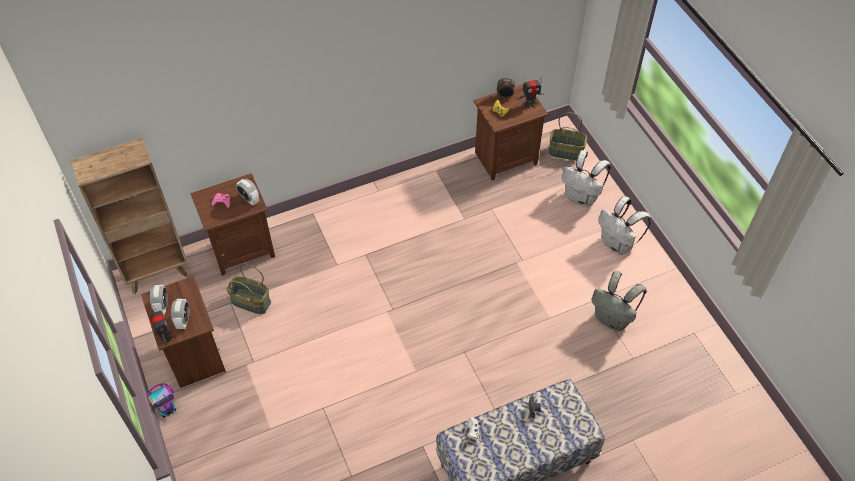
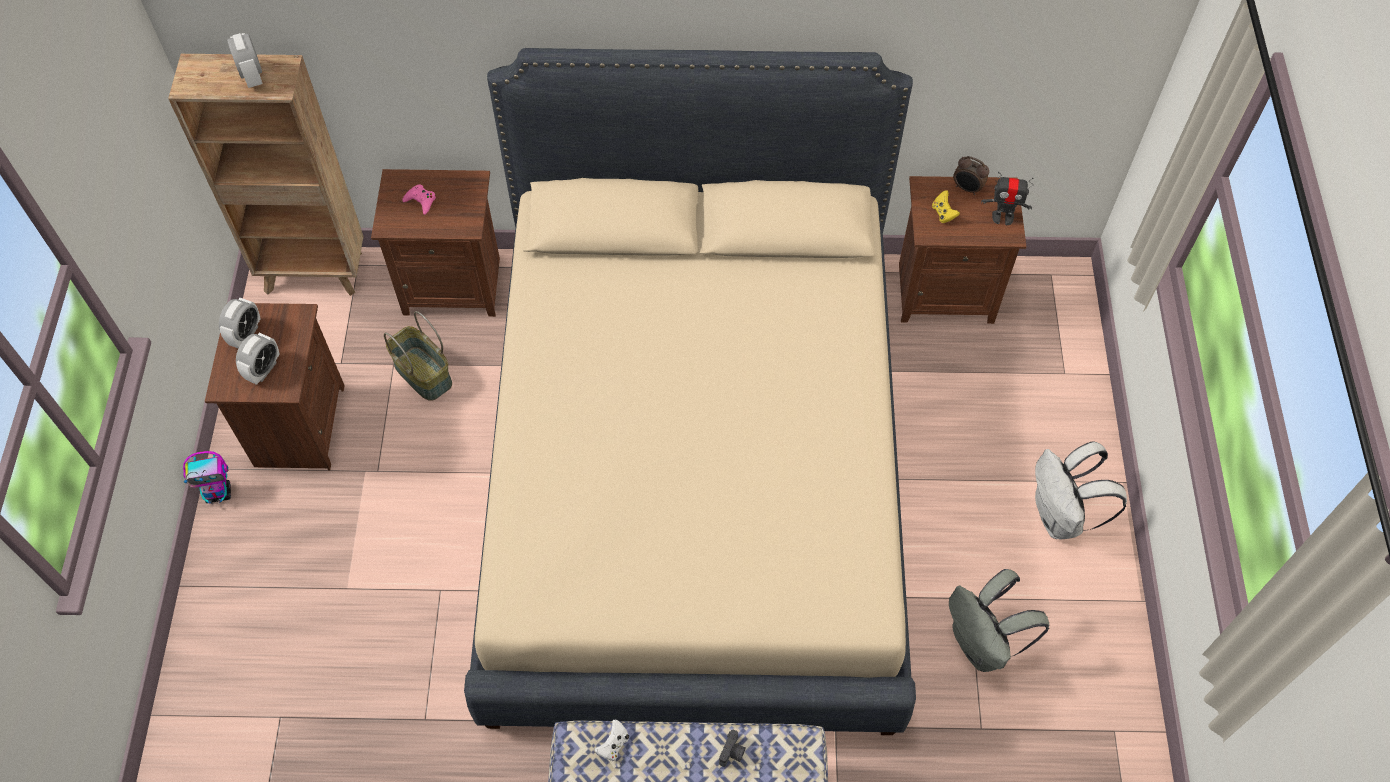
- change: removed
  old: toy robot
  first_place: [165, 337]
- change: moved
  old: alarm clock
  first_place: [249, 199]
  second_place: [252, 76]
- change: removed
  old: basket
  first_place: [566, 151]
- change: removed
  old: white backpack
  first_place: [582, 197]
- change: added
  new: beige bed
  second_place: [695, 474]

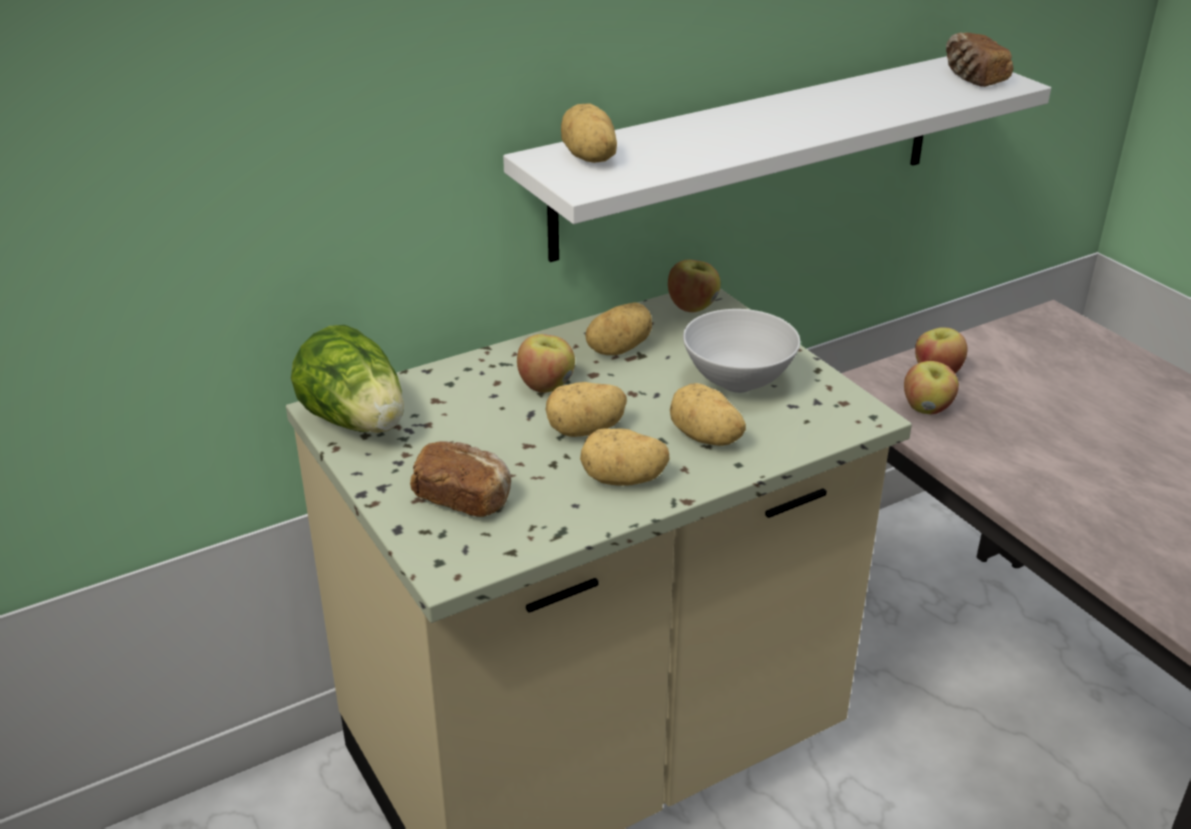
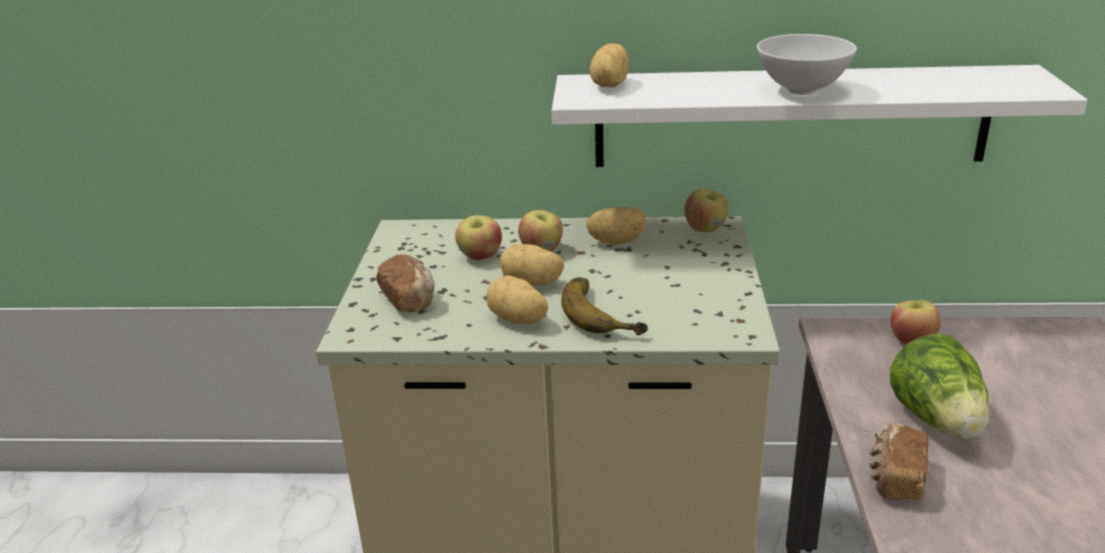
- change: moved
  old: lettuce
  first_place: [357, 422]
  second_place: [937, 420]
- change: replaced
  old: potato
  new: banana
  first_place: [705, 438]
  second_place: [605, 312]
- change: moved
  old: white bowl
  first_place: [737, 384]
  second_place: [801, 90]
- change: moved
  old: apple
  first_place: [927, 408]
  second_place: [480, 256]
- change: moved
  old: bread
  first_place: [972, 78]
  second_place: [894, 478]

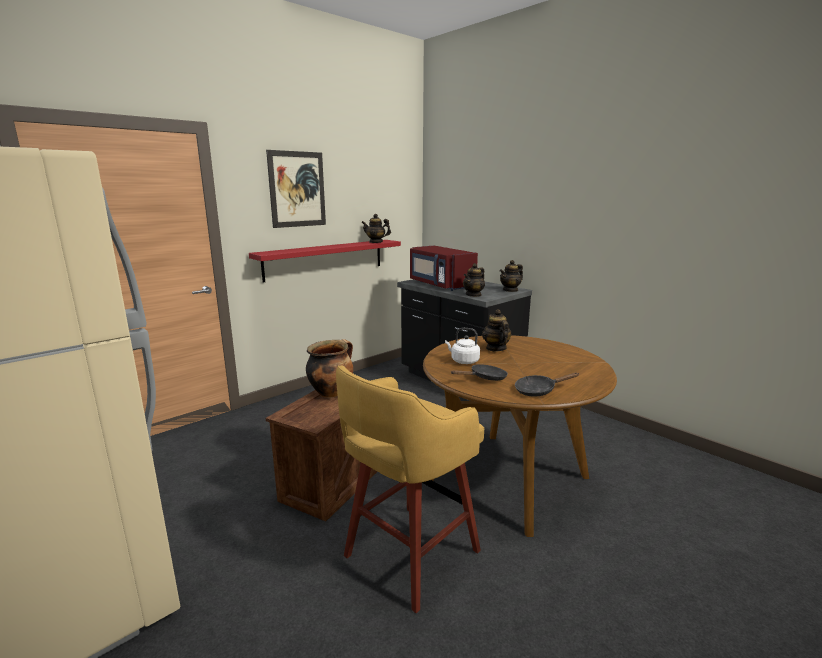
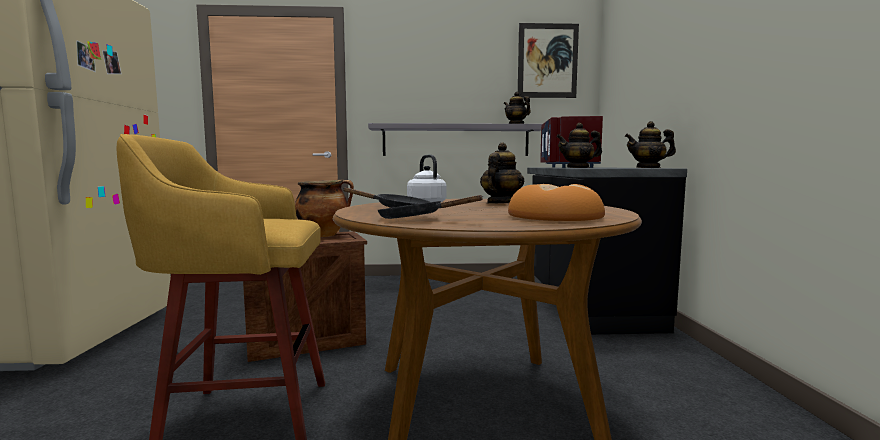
- change: recoloured
  old: red shelf
  new: grey shelf
  first_place: [325, 259]
  second_place: [456, 140]
- change: moved
  old: picture
  first_place: [297, 189]
  second_place: [547, 61]
- change: added
  new: bread
  second_place: [555, 217]

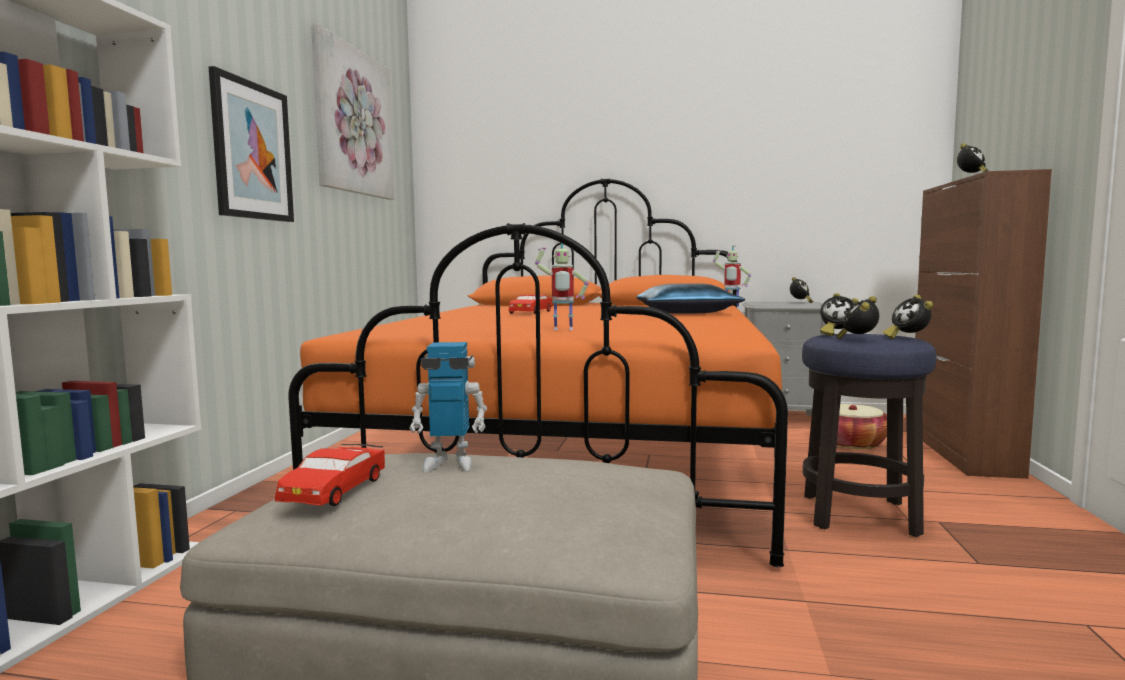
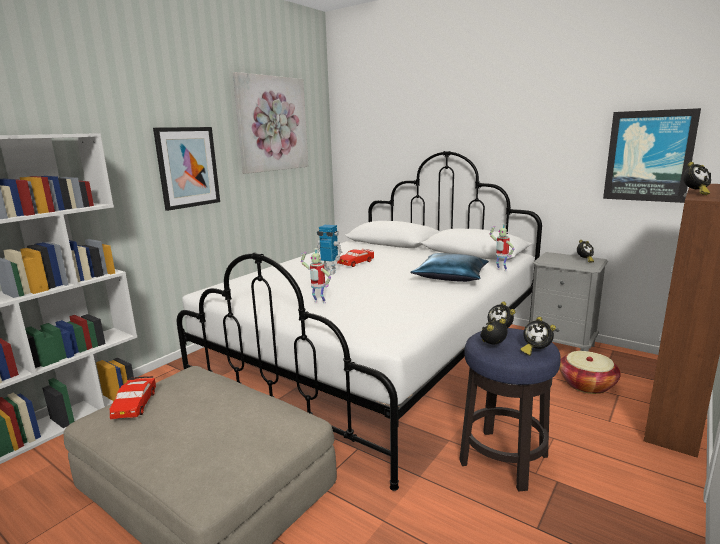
- change: turned
  old: red toy car
  first_place: [334, 489]
  second_place: [134, 404]
  degrees: -45
- change: recoloured
  old: orange bed
  new: white bed
  first_place: [579, 455]
  second_place: [379, 358]
- change: moved
  old: toy robot
  first_place: [450, 463]
  second_place: [329, 271]
- change: turned
  old: alarm clock
  first_place: [907, 338]
  second_place: [535, 351]
  degrees: -60
- change: added
  new: picture
  second_place: [649, 156]

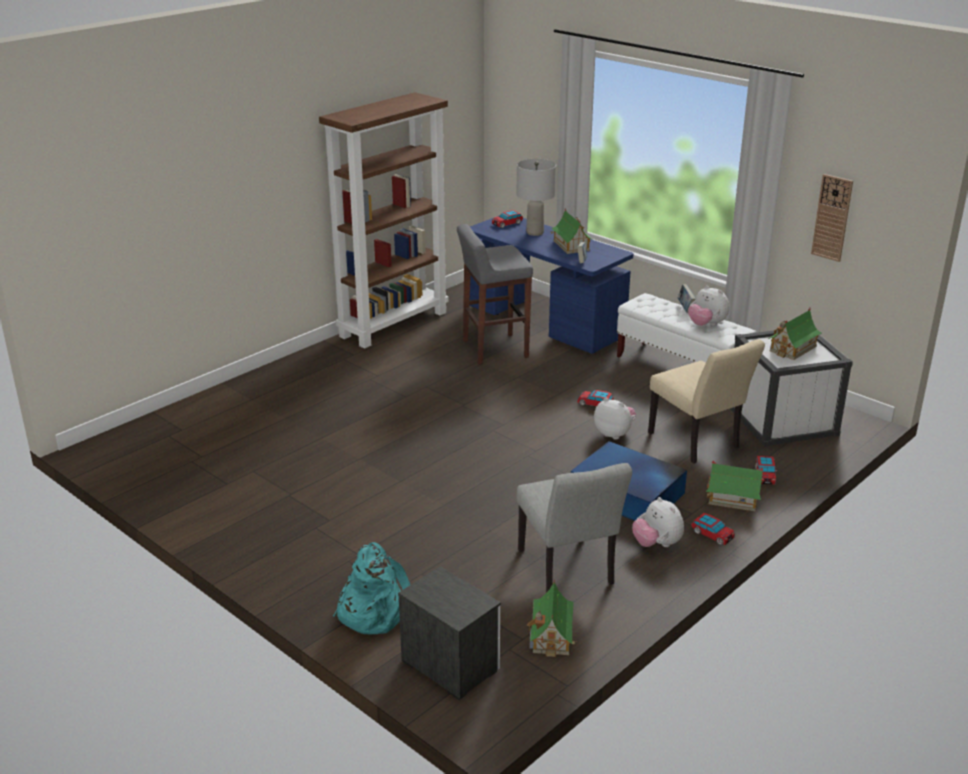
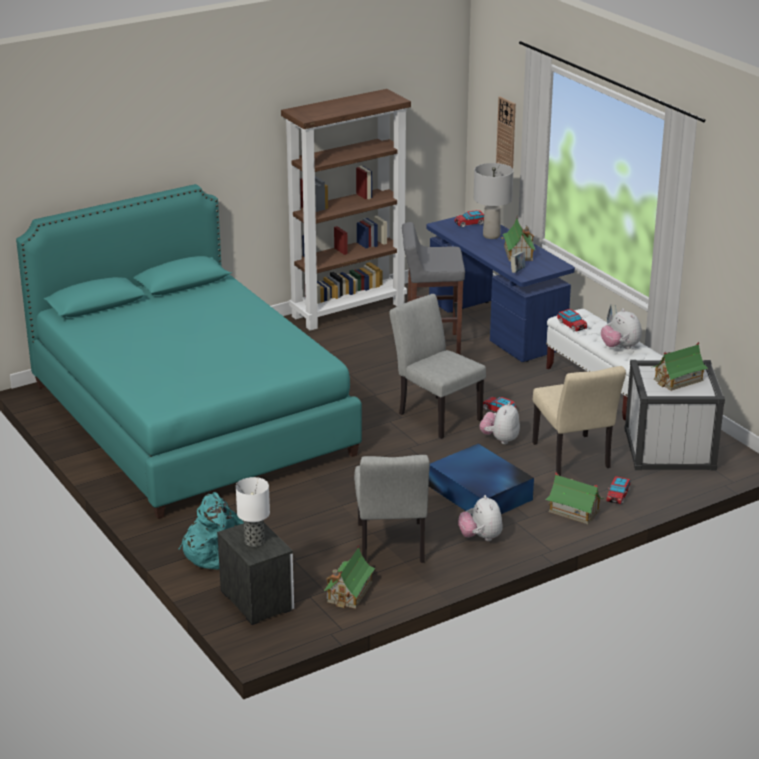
- change: turned
  old: plush toy
  first_place: [614, 434]
  second_place: [500, 439]
  degrees: -120
- change: moved
  old: toy car
  first_place: [712, 534]
  second_place: [571, 325]
- change: moved
  old: wall clock
  first_place: [832, 217]
  second_place: [506, 133]
- change: added
  new: turquoise bed
  second_place: [190, 419]
- change: added
  new: table lamp
  second_place: [254, 541]
- change: added
  new: grey chair
  second_place: [435, 414]

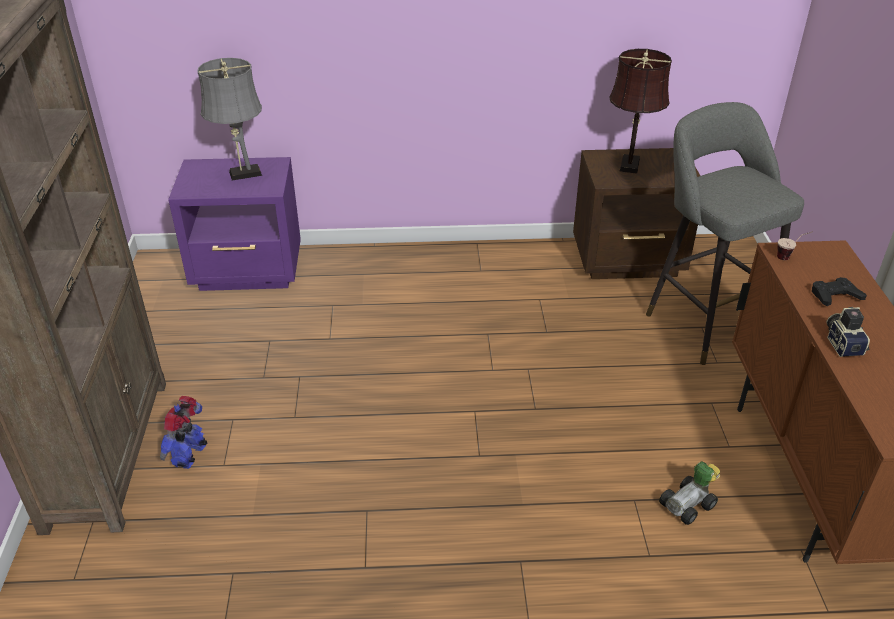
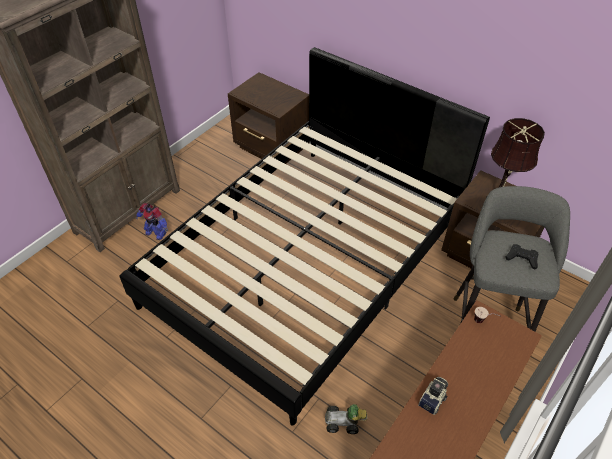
- change: turned
  old: toy robot
  first_place: [191, 455]
  second_place: [156, 233]
  degrees: -120
- change: recoloured
  old: purple nightstand
  new: brown nightstand
  first_place: [249, 271]
  second_place: [271, 149]
- change: removed
  old: grey table lamp
  first_place: [242, 174]
- change: moved
  old: black game controller
  first_place: [835, 296]
  second_place: [522, 258]
- change: added
  new: black bed
  second_place: [306, 262]

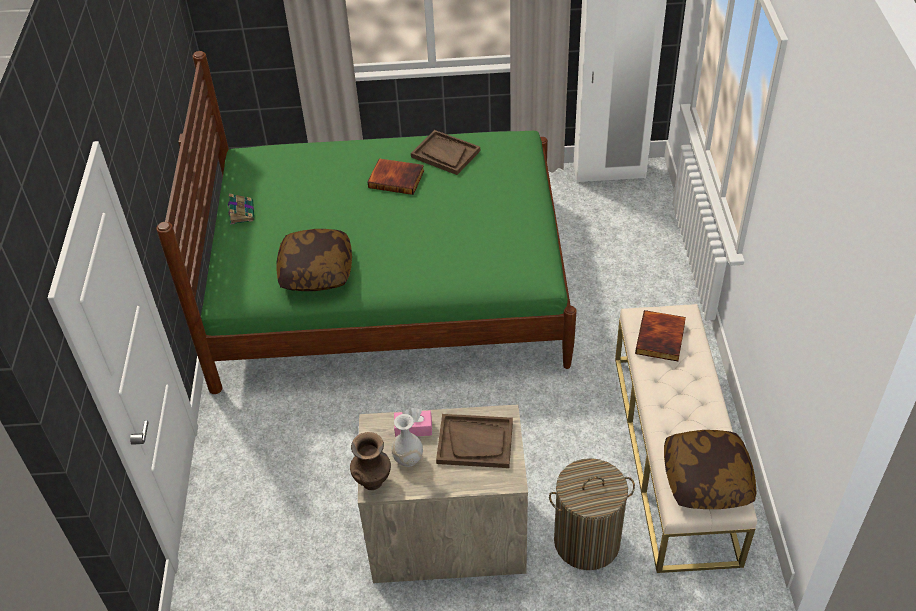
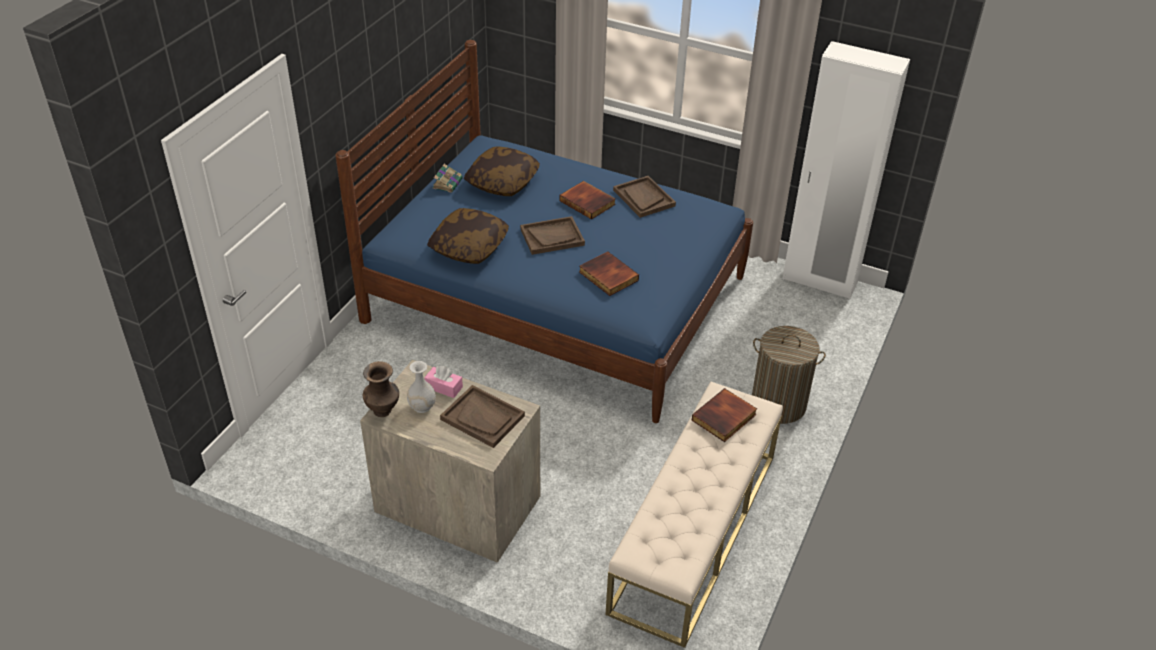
- change: recoloured
  old: green bed
  new: blue bed
  first_place: [390, 286]
  second_place: [557, 299]
- change: moved
  old: laundry basket
  first_place: [586, 541]
  second_place: [778, 404]
- change: moved
  old: pillow
  first_place: [706, 479]
  second_place: [502, 182]
- change: added
  new: brown tray
  second_place: [552, 237]
- change: added
  new: book
  second_place: [607, 276]

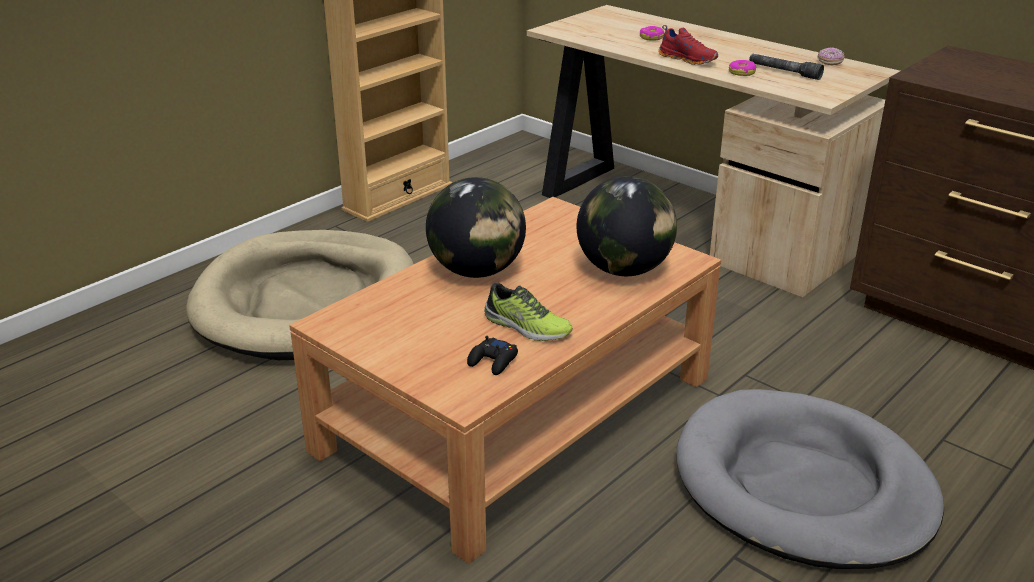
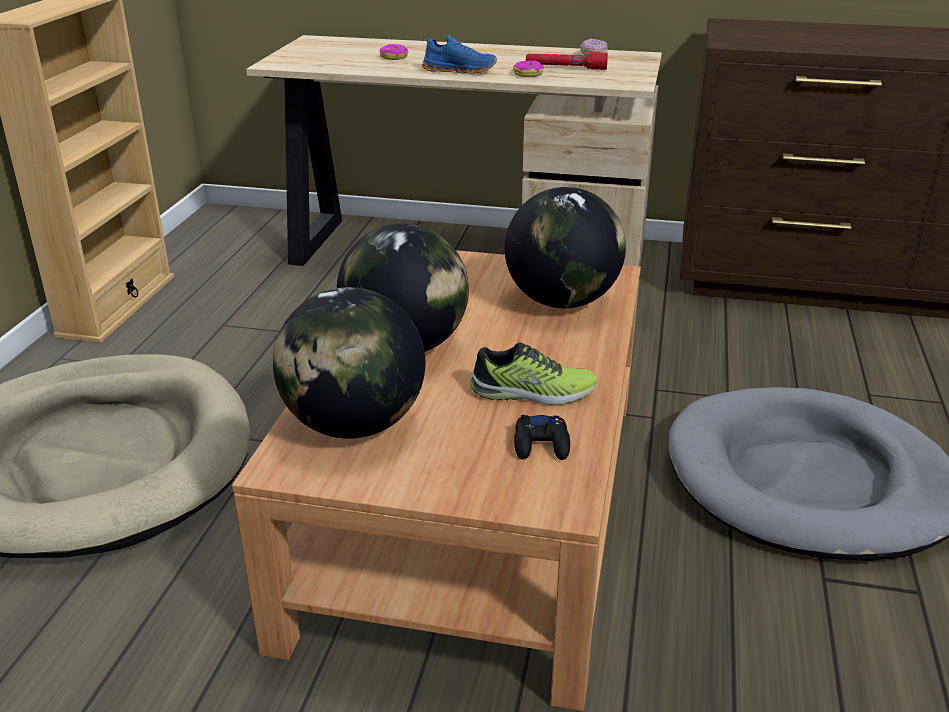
- change: recoloured
  old: red shoe
  new: blue shoe
  first_place: [688, 59]
  second_place: [459, 70]
- change: recoloured
  old: grey flashlight
  new: red flashlight
  first_place: [784, 72]
  second_place: [566, 68]
- change: added
  new: globe
  second_place: [354, 425]

